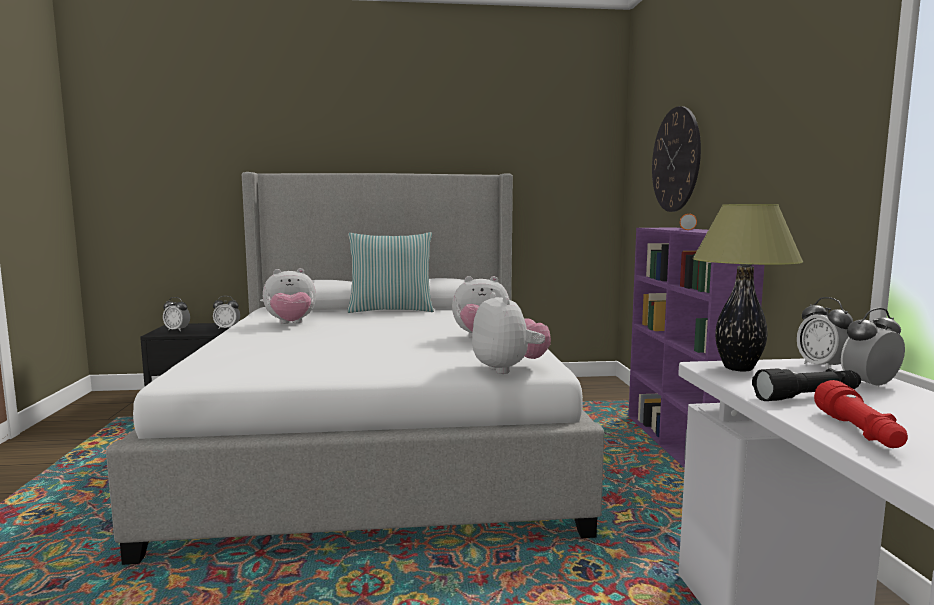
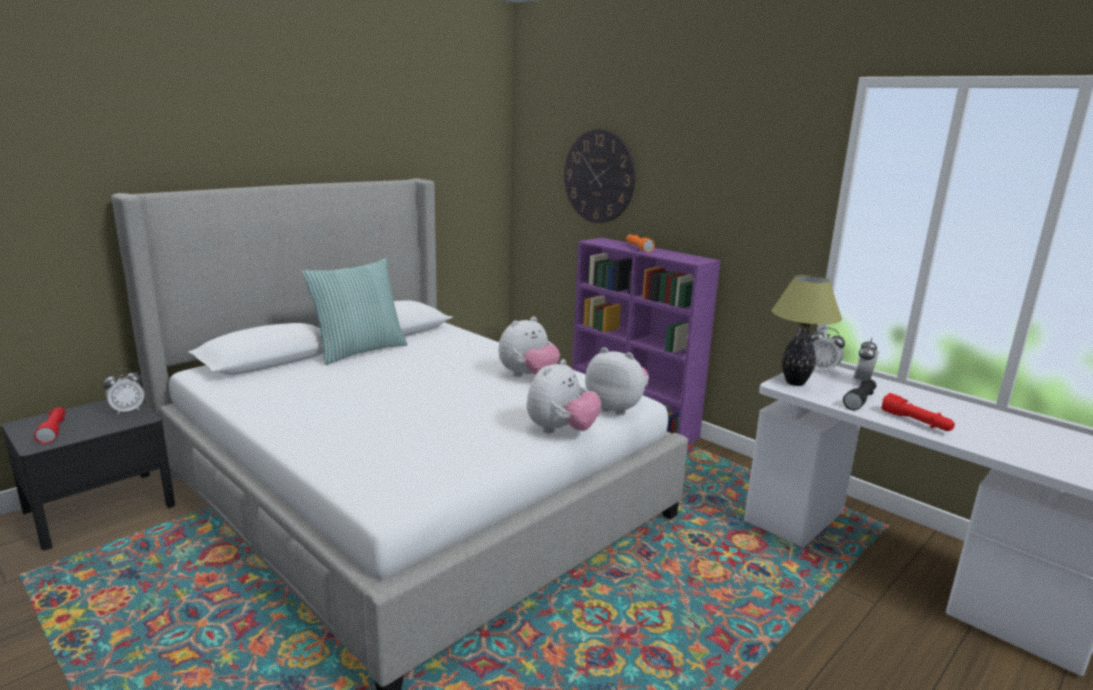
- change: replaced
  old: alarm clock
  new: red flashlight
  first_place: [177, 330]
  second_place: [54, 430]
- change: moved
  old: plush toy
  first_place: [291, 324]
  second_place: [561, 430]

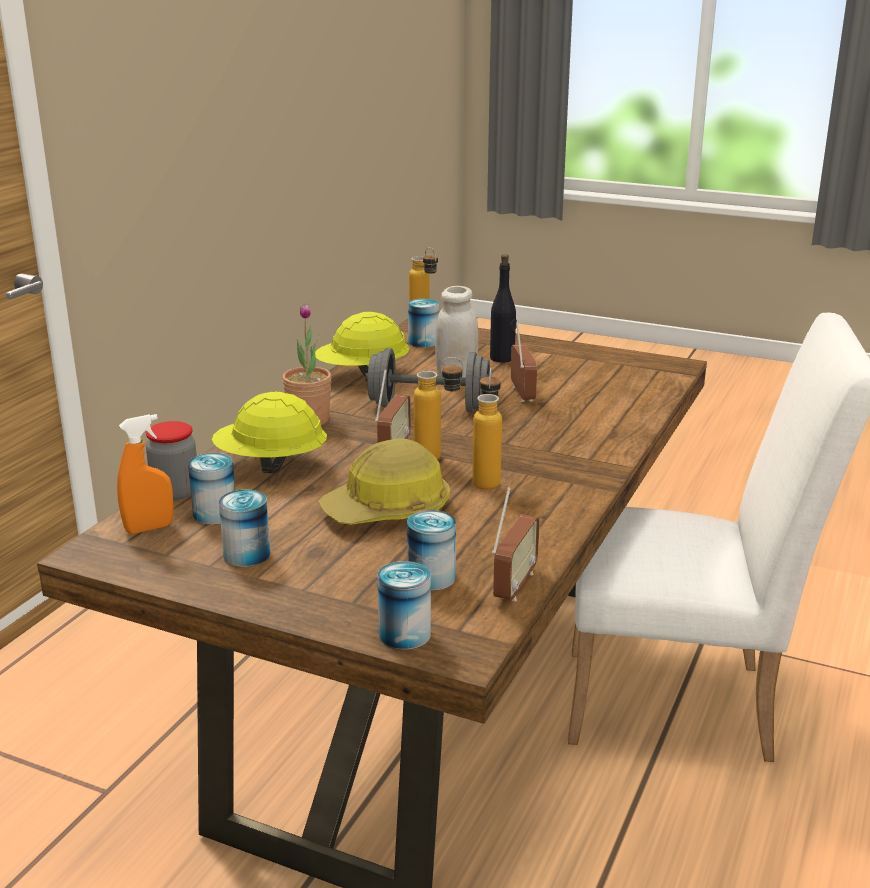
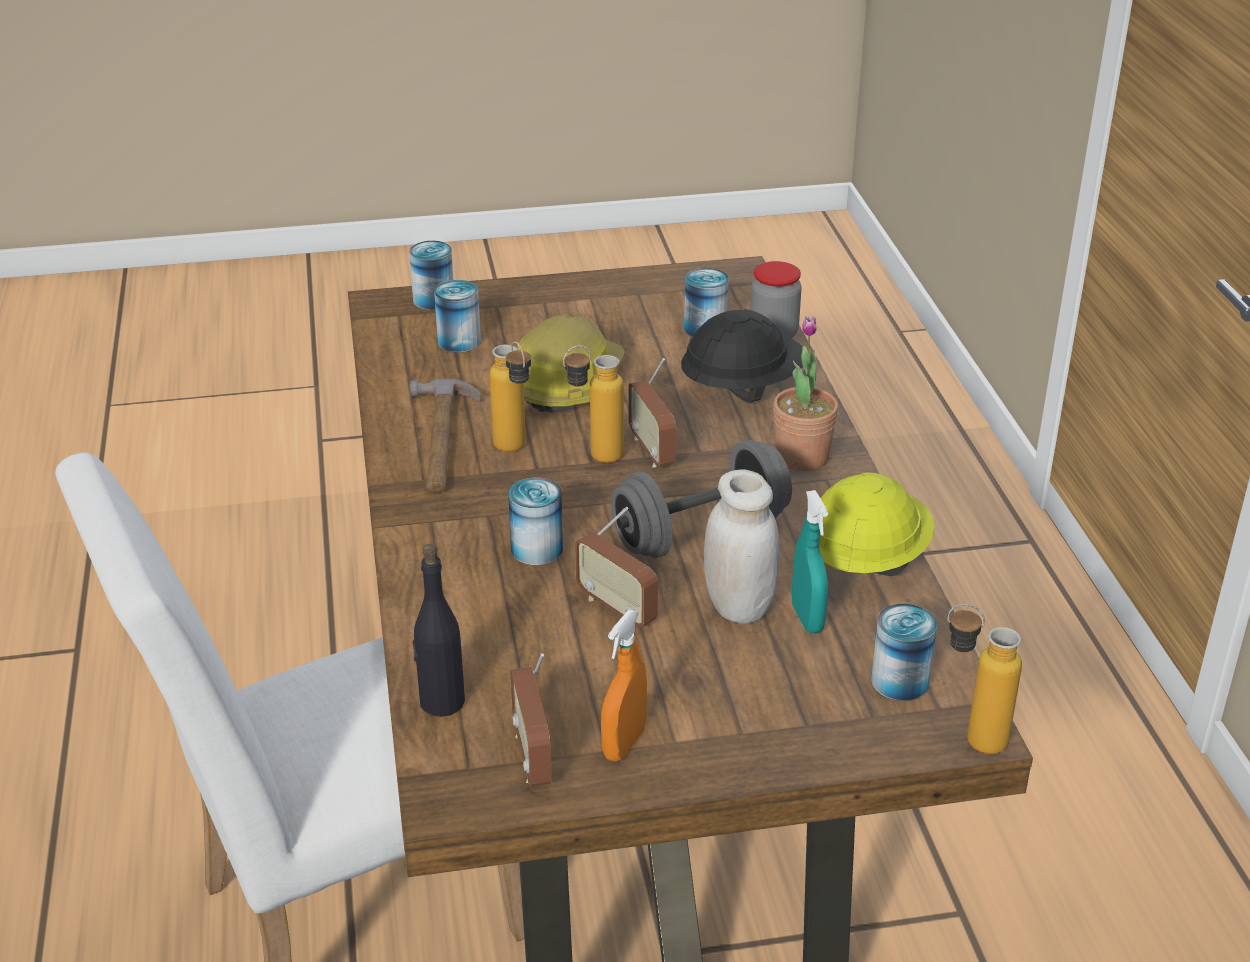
- change: moved
  old: orange spray bottle
  first_place: [149, 528]
  second_place: [624, 744]
- change: recoloured
  old: yellow hard hat
  new: black hard hat
  first_place: [271, 465]
  second_place: [742, 389]
- change: moved
  old: can
  first_place: [247, 555]
  second_place: [537, 549]
- change: moved
  old: black bottle
  first_place: [502, 358]
  second_place: [441, 702]
- change: moved
  old: radio
  first_place: [514, 585]
  second_place: [533, 757]
- change: added
  new: hammer
  second_place: [441, 440]
- change: added
  new: turquoise spray bottle
  second_place: [807, 618]

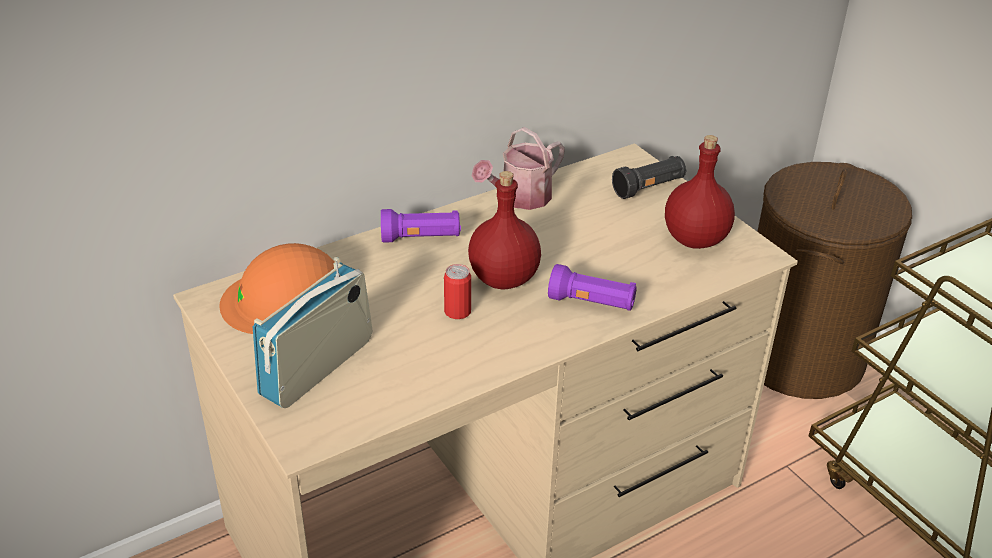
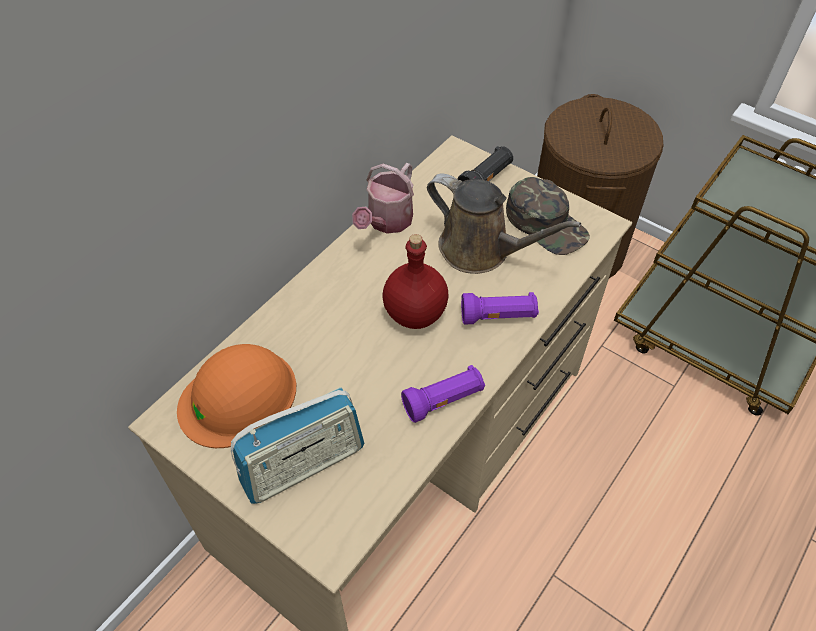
- change: turned
  old: radio
  first_place: [317, 368]
  second_place: [303, 465]
  degrees: -135
- change: moved
  old: purple flashlight
  first_place: [421, 238]
  second_place: [443, 401]
- change: removed
  old: can
  first_place: [457, 311]
- change: replaced
  old: red bottle
  new: green cap
  first_place: [695, 239]
  second_place: [546, 223]
- change: added
  new: brown watering can
  second_place: [481, 250]

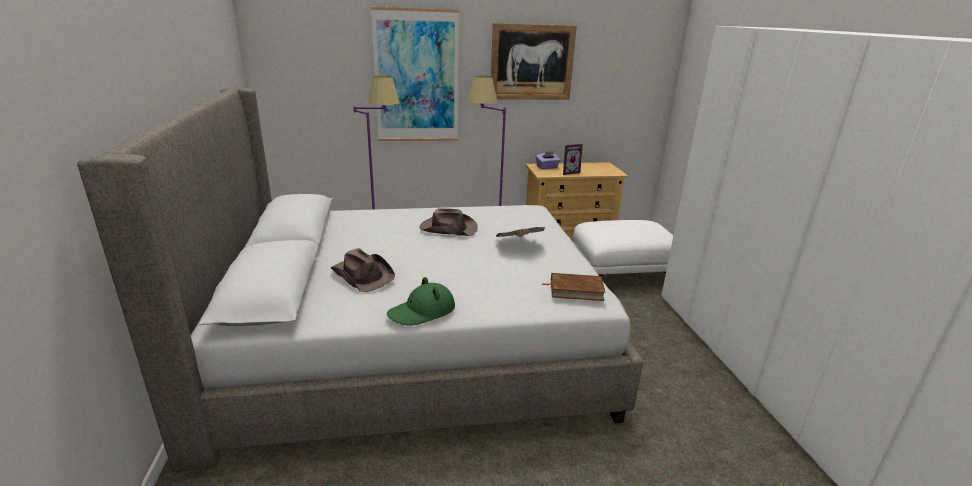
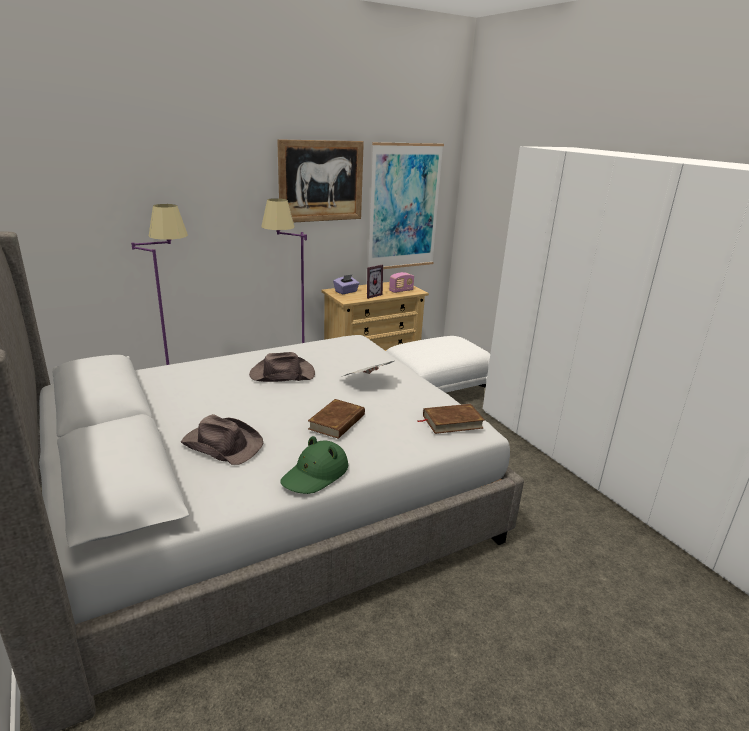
- change: moved
  old: picture
  first_place: [417, 77]
  second_place: [404, 207]
- change: added
  new: brown book
  second_place: [337, 422]
- change: added
  new: radio
  second_place: [401, 291]

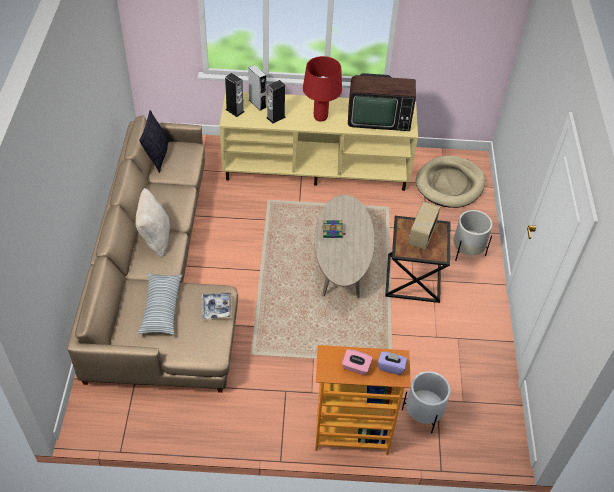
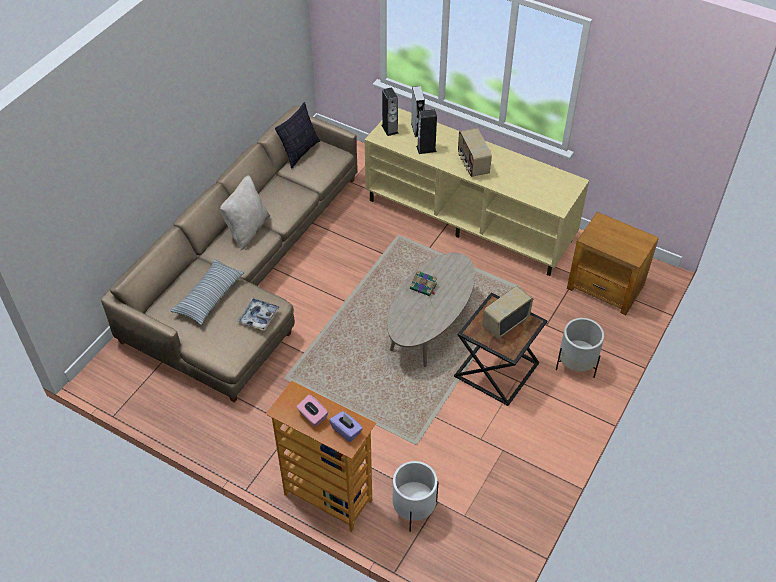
- change: replaced
  old: red table lamp
  new: radio
  first_place: [320, 117]
  second_place: [472, 164]
- change: removed
  old: television
  first_place: [378, 117]
- change: replaced
  old: beige dog bed
  new: brown side table
  first_place: [450, 184]
  second_place: [605, 287]

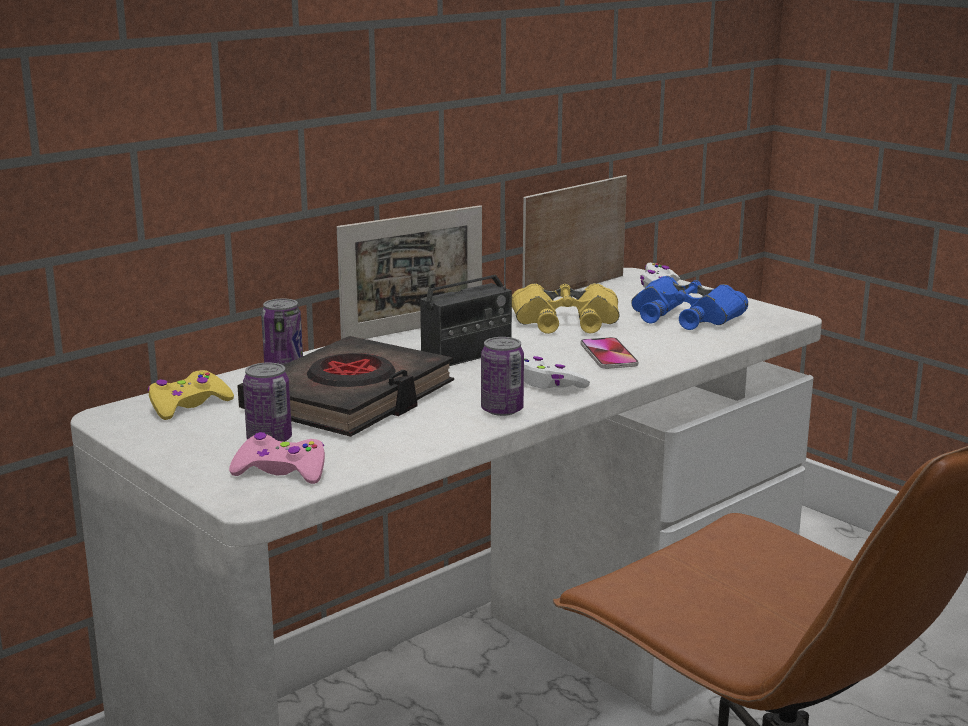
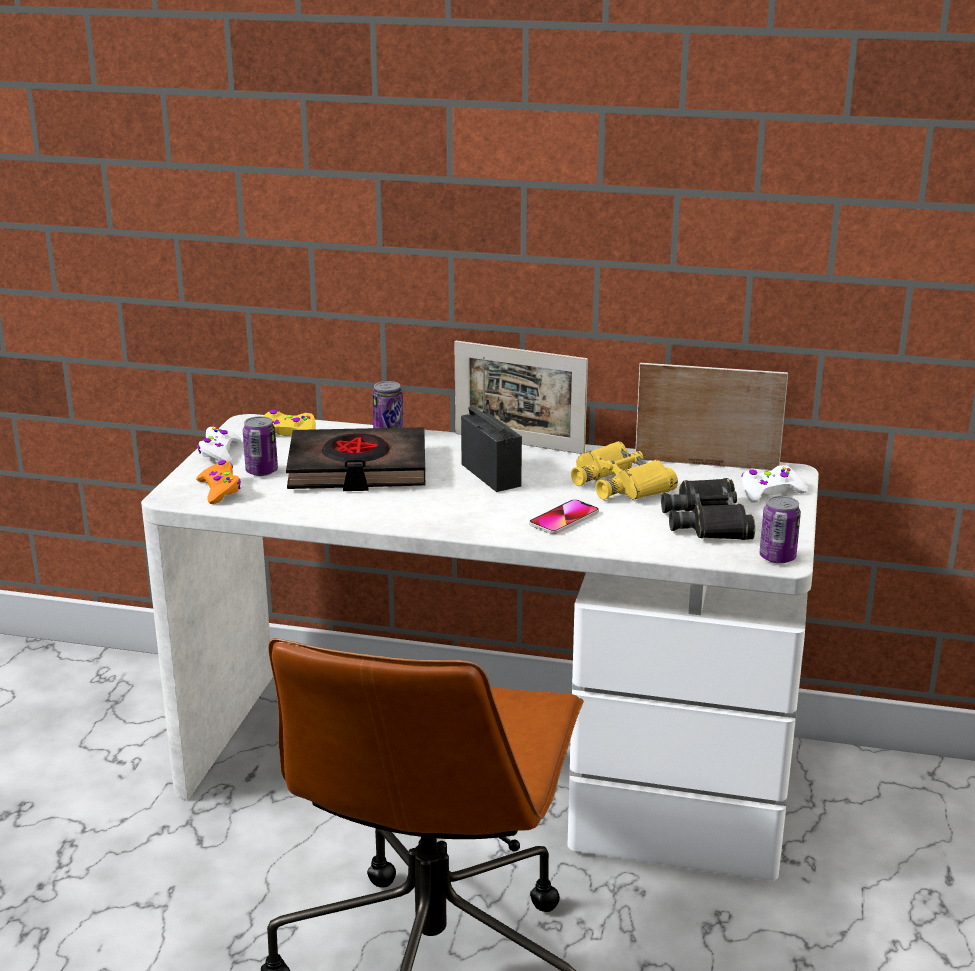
- change: recoloured
  old: pink game controller
  new: orange game controller
  first_place: [281, 471]
  second_place: [220, 490]
- change: turned
  old: radio
  first_place: [467, 355]
  second_place: [491, 475]
  degrees: -135
- change: moved
  old: can
  first_place: [502, 410]
  second_place: [777, 557]
- change: moved
  old: white game controller
  first_place: [546, 384]
  second_place: [219, 453]
- change: recoloured
  old: blue binoculars
  new: black binoculars
  first_place: [685, 316]
  second_place: [708, 521]

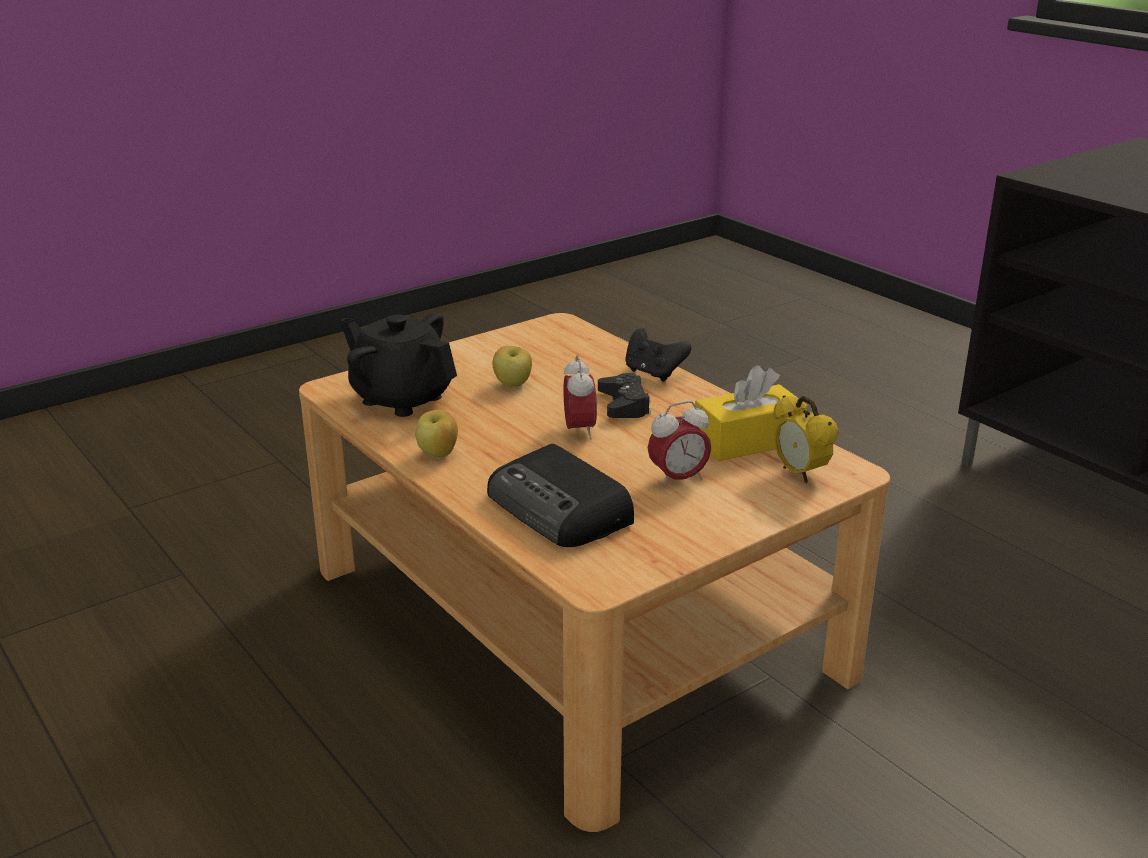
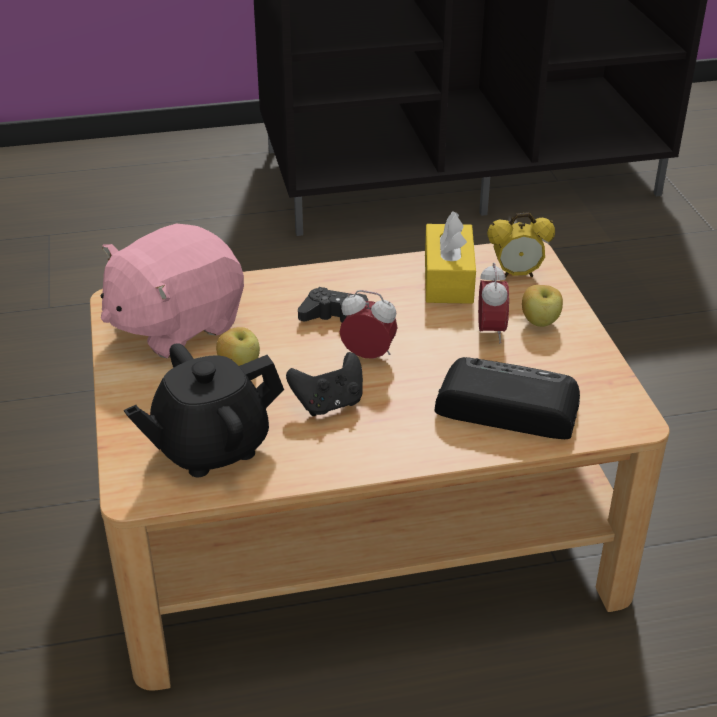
- change: moved
  old: apple
  first_place: [438, 454]
  second_place: [540, 323]
- change: turned
  old: radio
  first_place: [560, 509]
  second_place: [505, 406]
  degrees: -150
- change: moved
  old: black game controller
  first_place: [653, 373]
  second_place: [329, 404]
- change: added
  new: pink plush toy
  second_place: [175, 325]

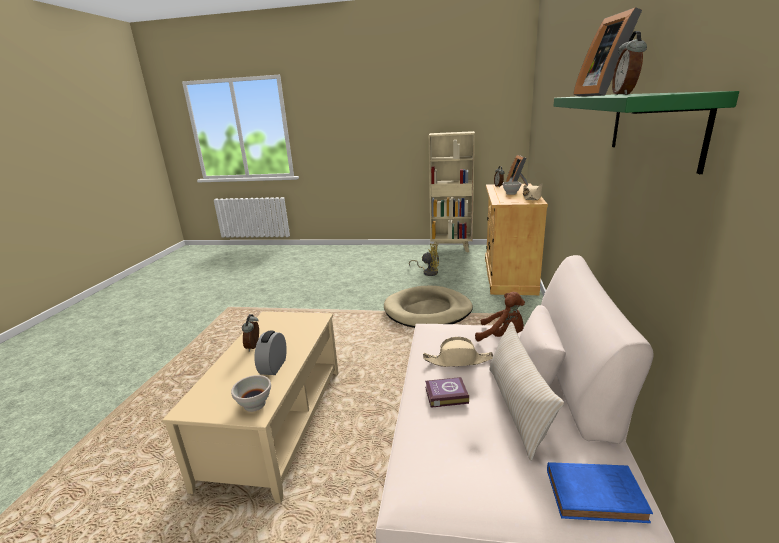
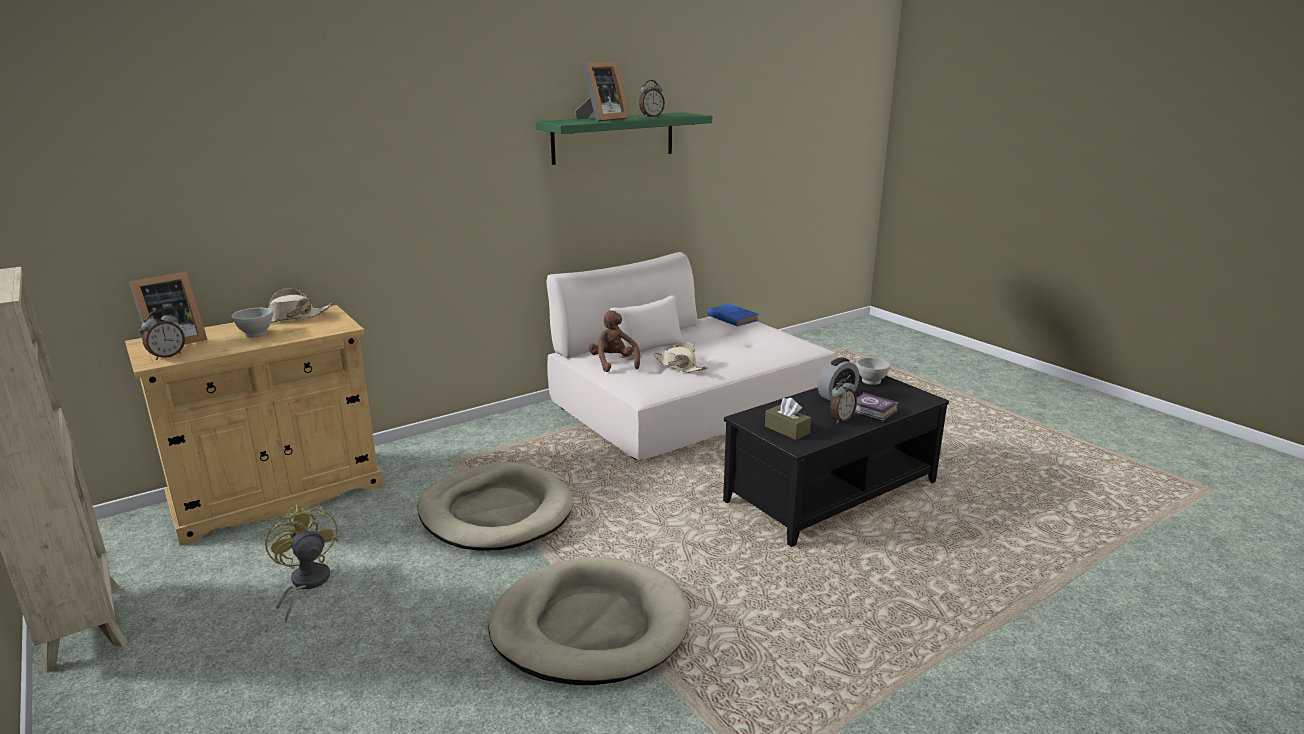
- change: recoloured
  old: beige coffee table
  new: black coffee table
  first_place: [277, 423]
  second_place: [830, 491]
- change: moved
  old: book
  first_place: [445, 395]
  second_place: [873, 411]
- change: removed
  old: beige pillow
  first_place: [517, 407]
- change: added
  new: beige dog bed
  second_place: [590, 626]
- change: added
  new: brown tissue box
  second_place: [787, 430]

